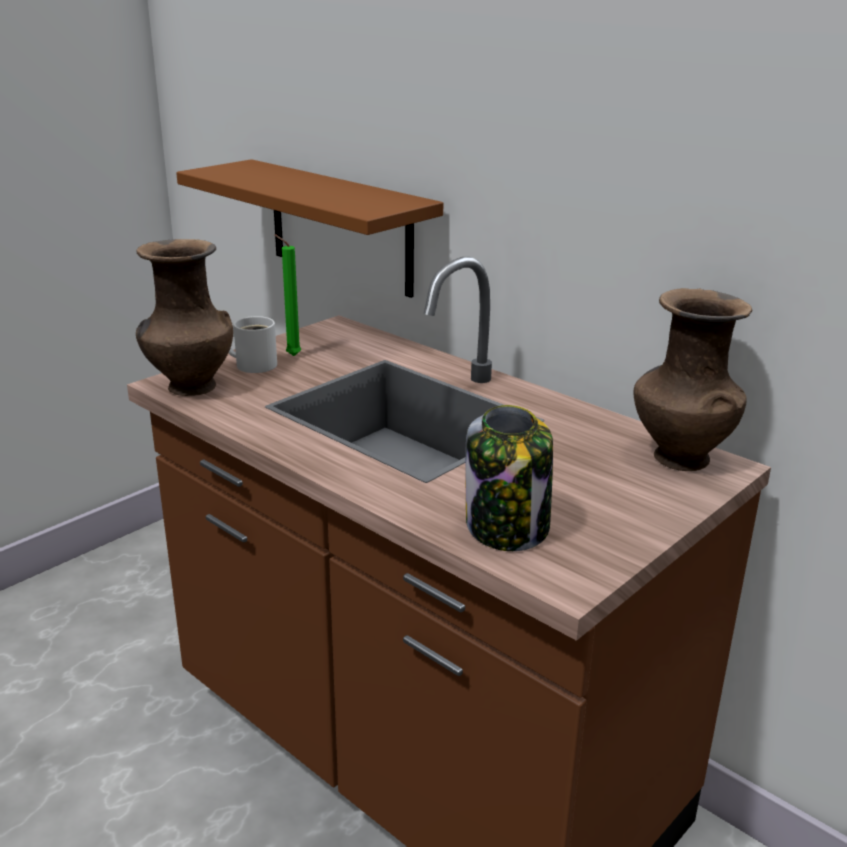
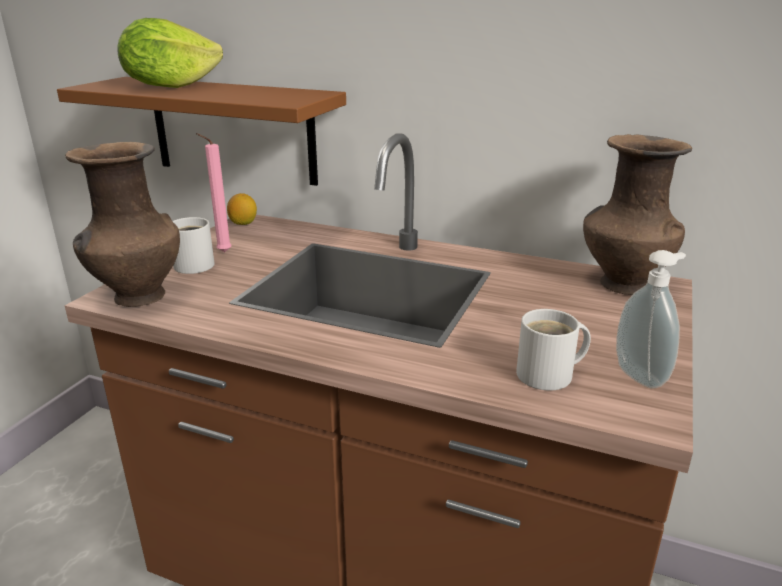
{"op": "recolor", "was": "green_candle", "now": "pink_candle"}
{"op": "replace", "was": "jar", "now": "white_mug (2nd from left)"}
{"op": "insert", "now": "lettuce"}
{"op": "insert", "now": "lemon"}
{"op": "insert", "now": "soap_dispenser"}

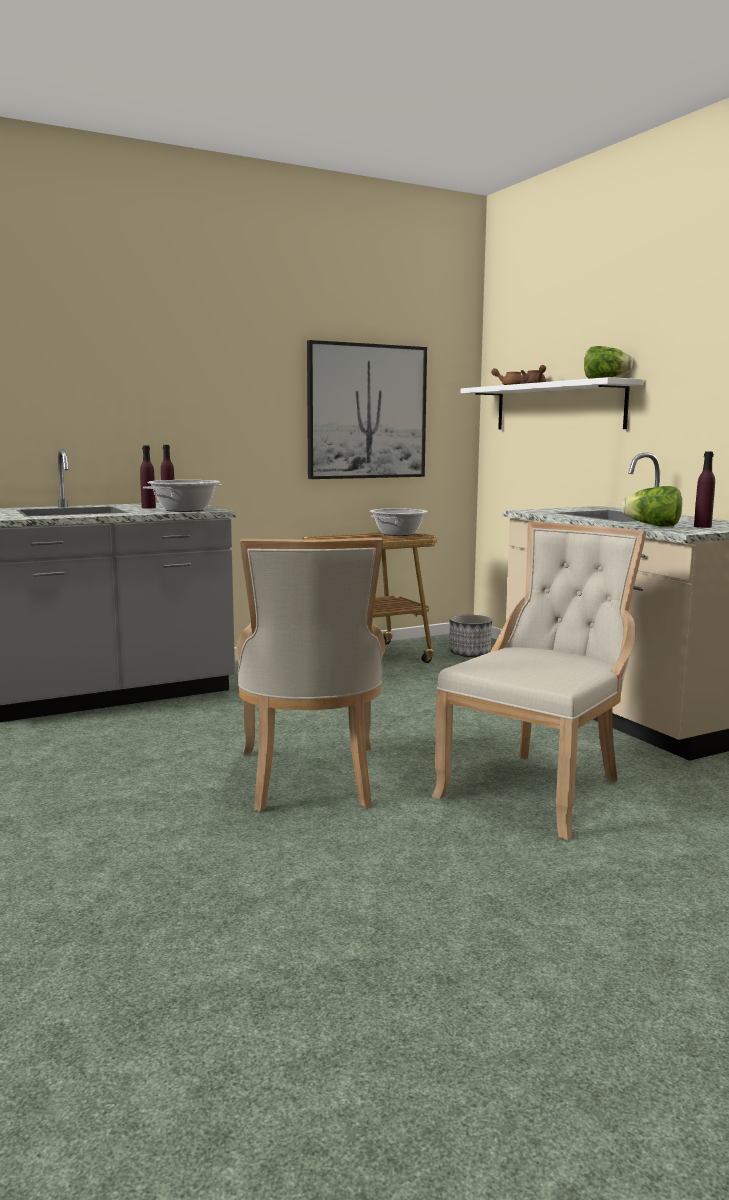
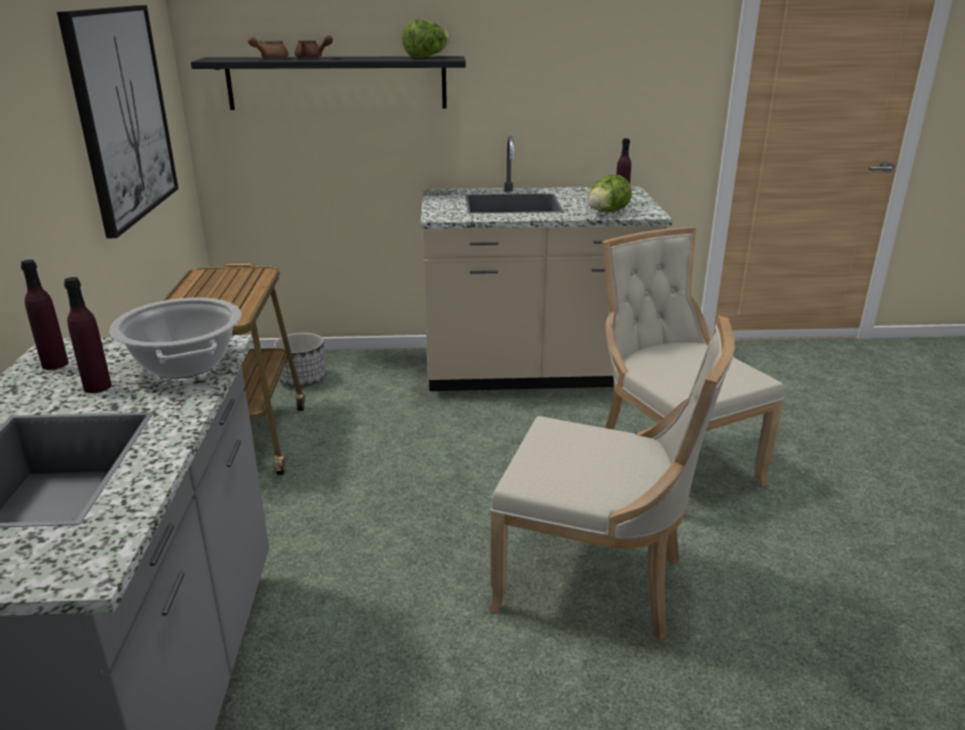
{"op": "recolor", "was": "white_shelf", "now": "black_shelf"}
{"op": "delete", "was": "cooking_pot (2nd from left)"}

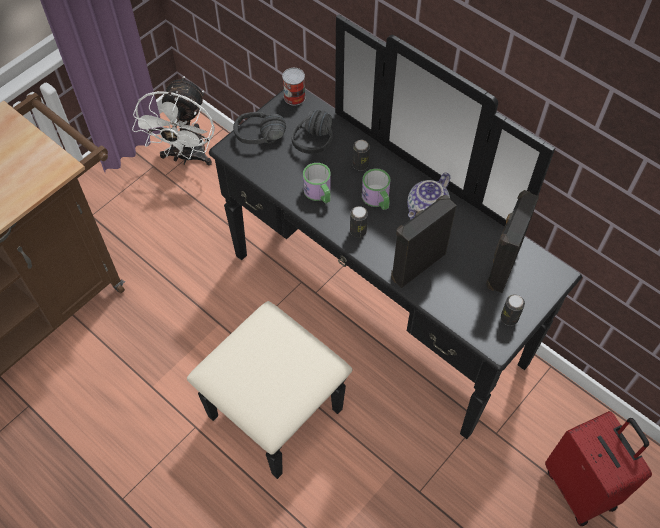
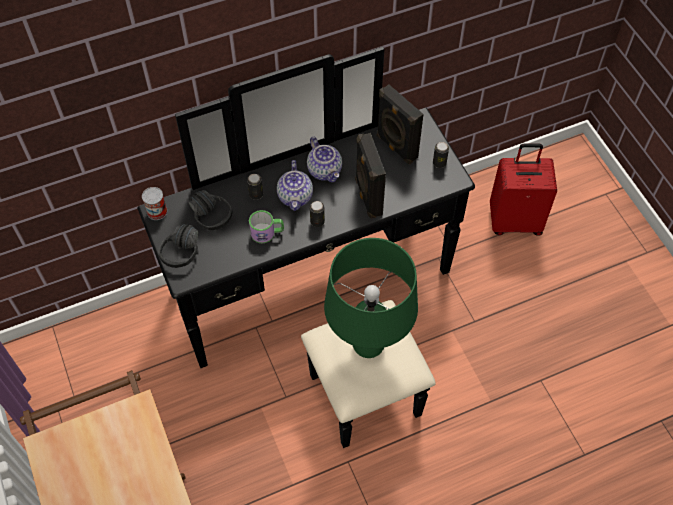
{"op": "delete", "was": "white_fan"}
{"op": "replace", "was": "mug (2nd from left)", "now": "teapot (1st from left)"}
{"op": "insert", "now": "green_table_lamp"}

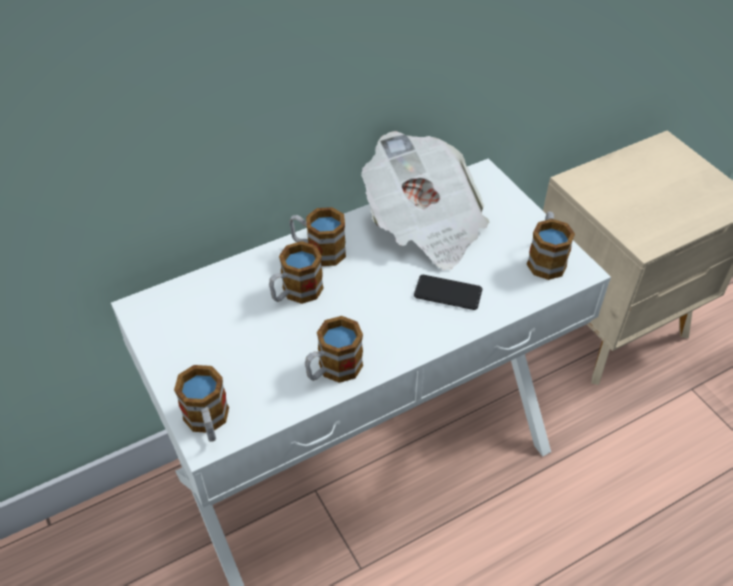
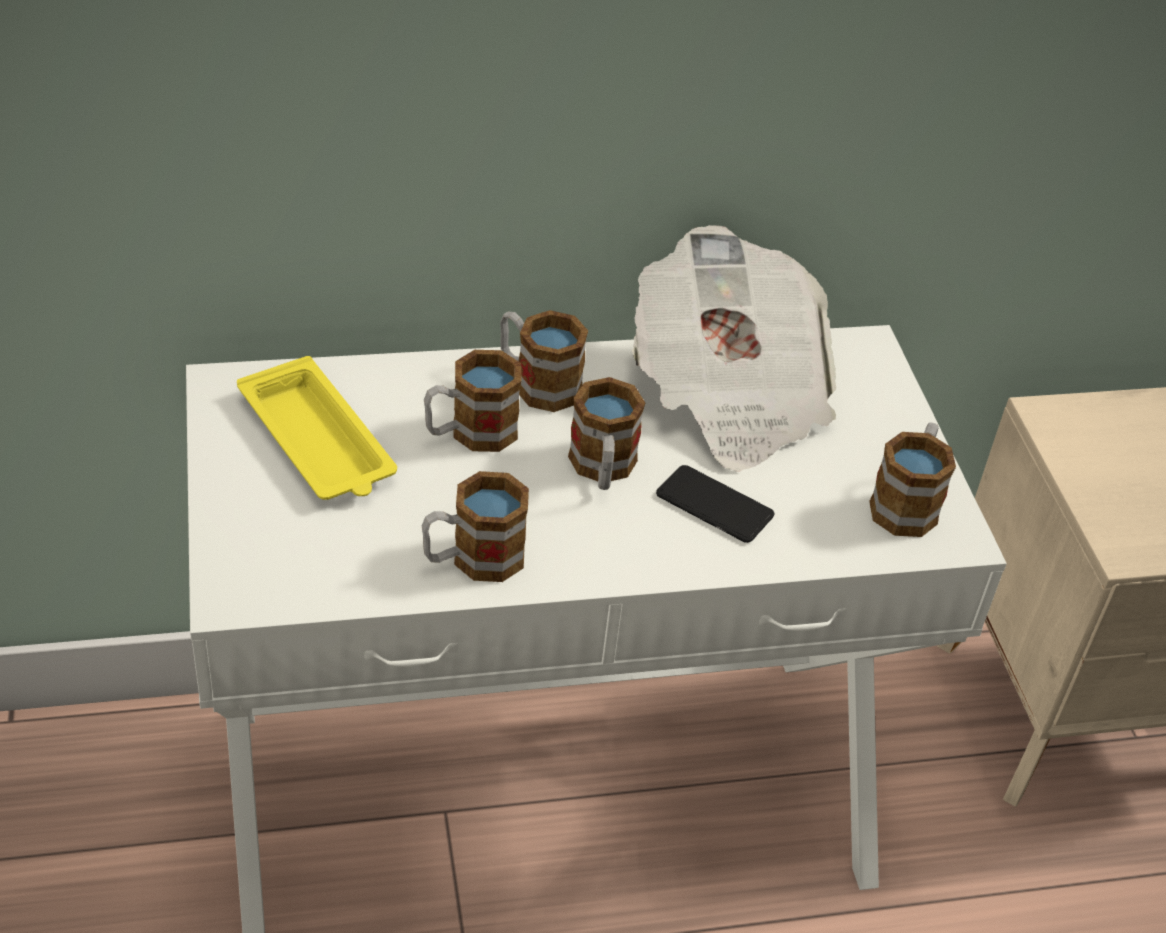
{"op": "move", "was": "mug (1st from left in the first image)", "now": "mug (4th from left)"}
{"op": "insert", "now": "yellow_tray"}

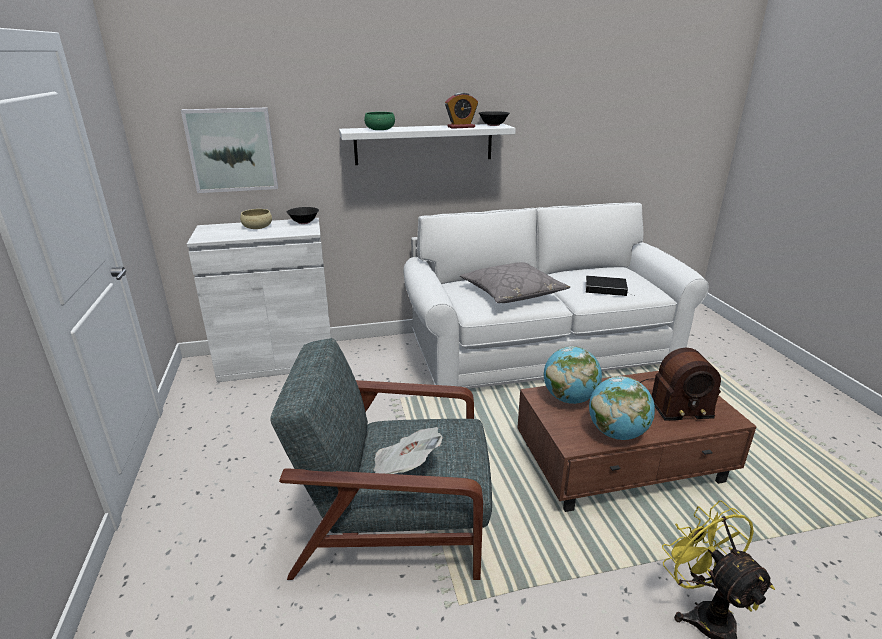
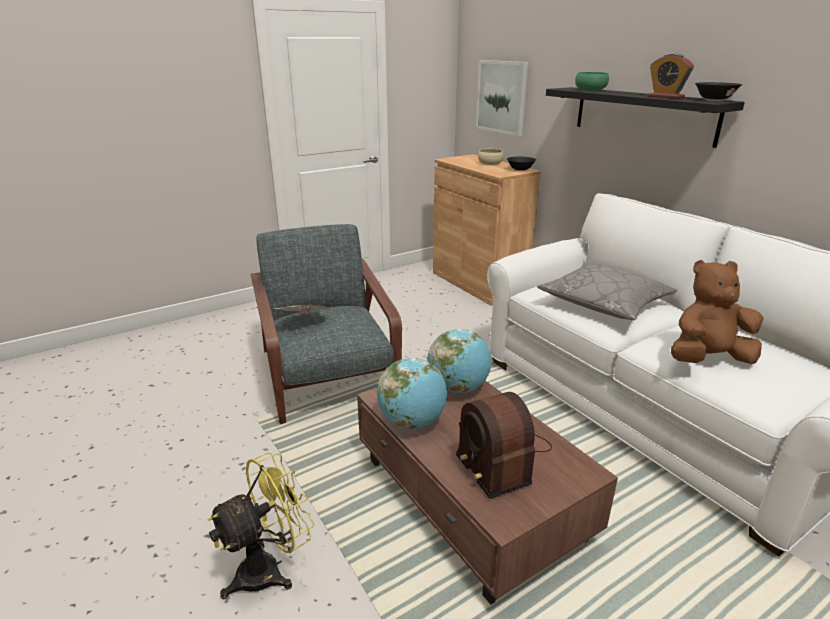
{"op": "recolor", "was": "white_shelf", "now": "black_shelf"}
{"op": "recolor", "was": "white_cabinet", "now": "brown_cabinet"}
{"op": "replace", "was": "book", "now": "brown_plush_toy"}

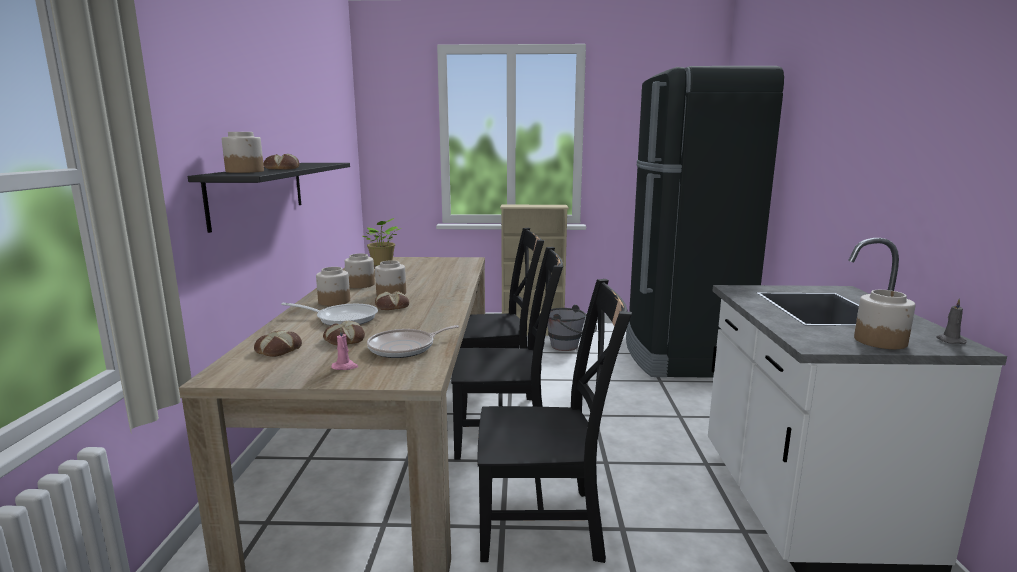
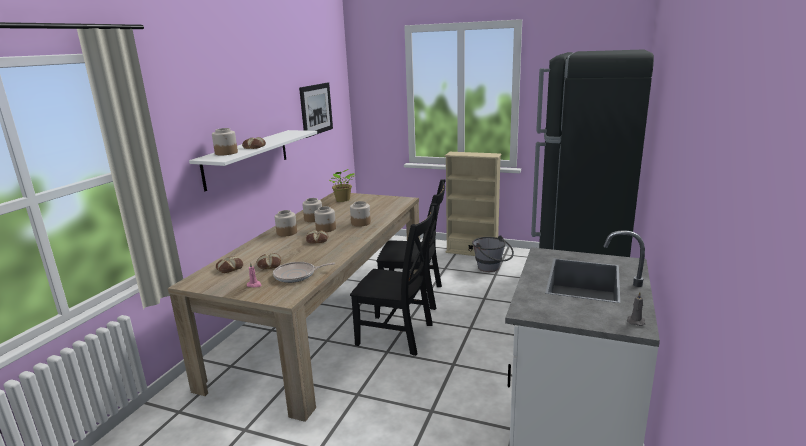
{"op": "recolor", "was": "black_shelf", "now": "white_shelf"}
{"op": "delete", "was": "black_chair (3rd from left)"}
{"op": "move", "was": "jar (5th from left)"}
{"op": "delete", "was": "frying_pan (1st from left)"}
{"op": "insert", "now": "picture"}

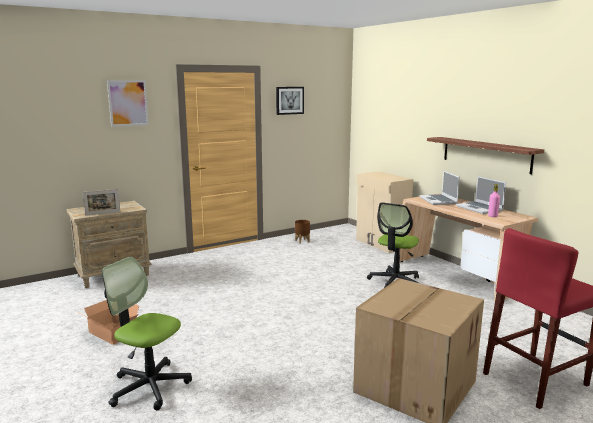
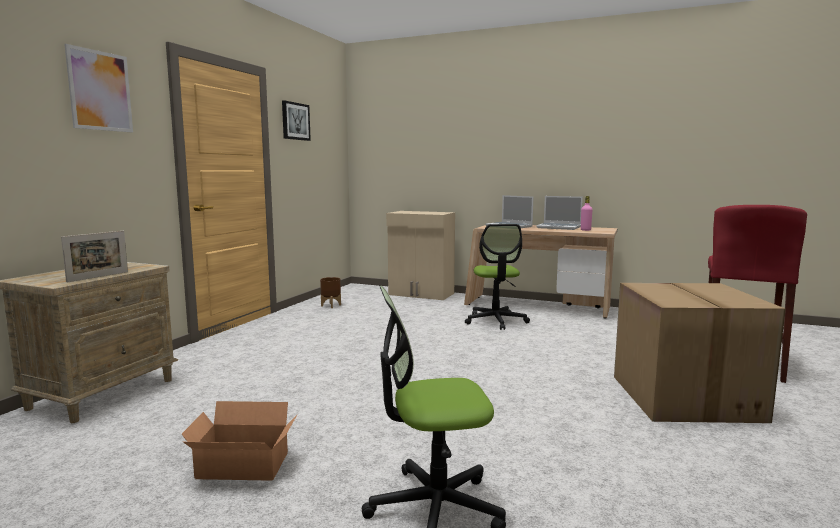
{"op": "delete", "was": "shelf"}

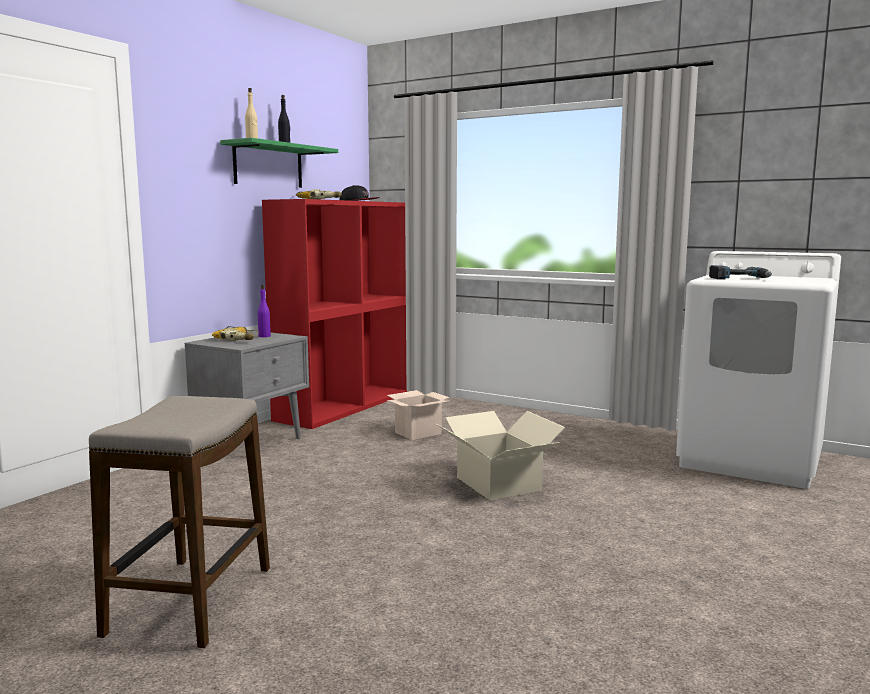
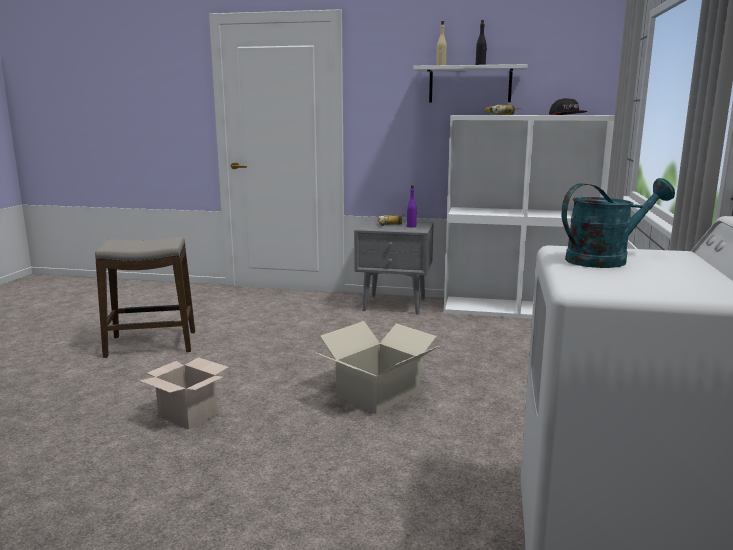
{"op": "recolor", "was": "green_shelf", "now": "white_shelf"}
{"op": "recolor", "was": "red_bookcase", "now": "white_bookcase"}
{"op": "replace", "was": "power_drill (3rd from left)", "now": "turquoise_watering_can"}
{"op": "move", "was": "cardboard_box (1st from left)"}

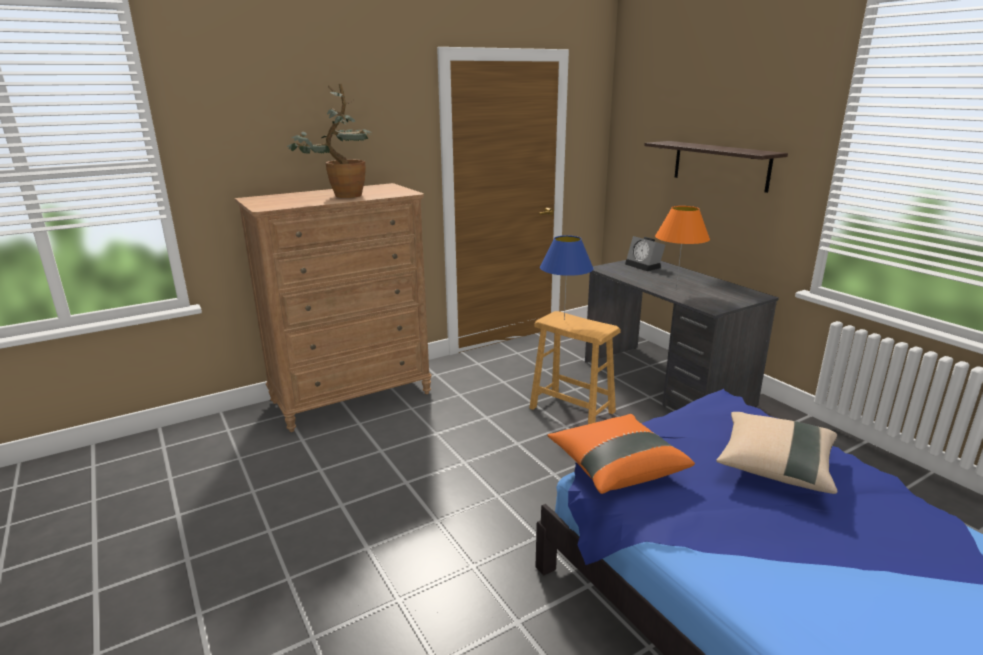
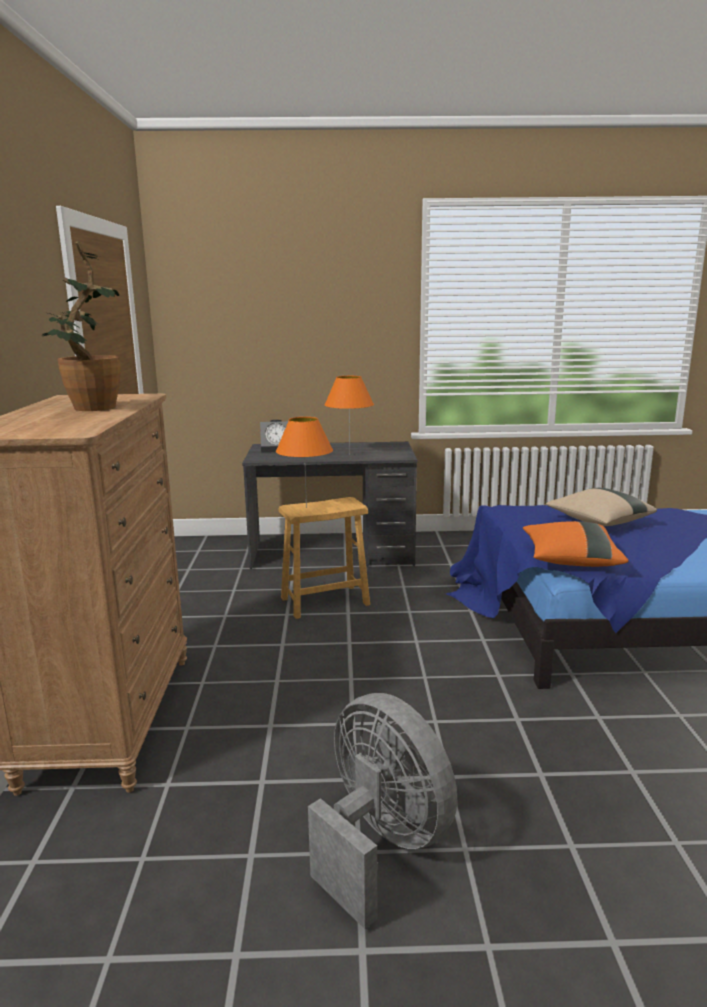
{"op": "delete", "was": "shelf"}
{"op": "recolor", "was": "blue_table_lamp", "now": "orange_table_lamp (1st from left)"}
{"op": "insert", "now": "grey_fan"}

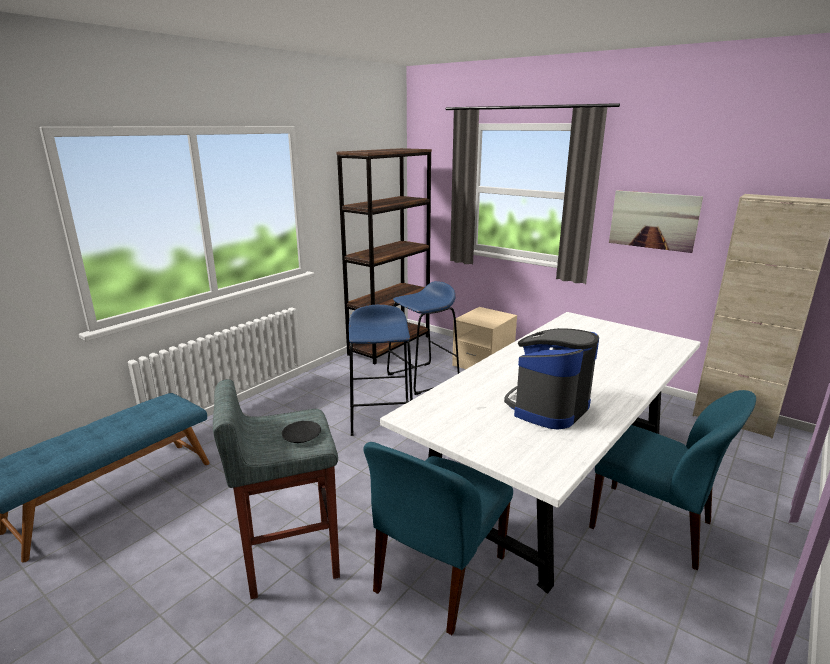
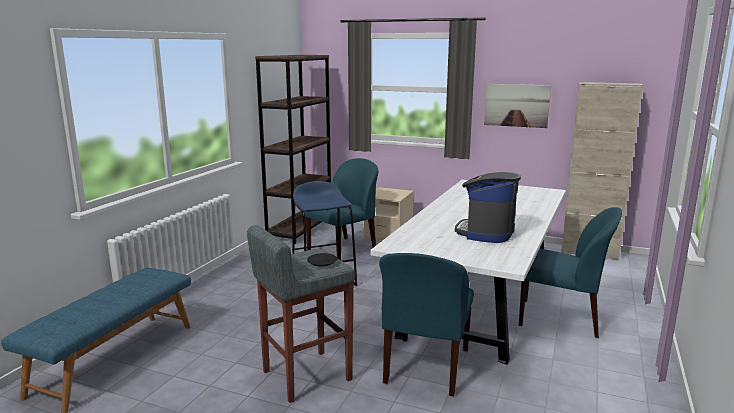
{"op": "replace", "was": "blue_stool (2nd from left)", "now": "blue_chair (1st from left)"}

